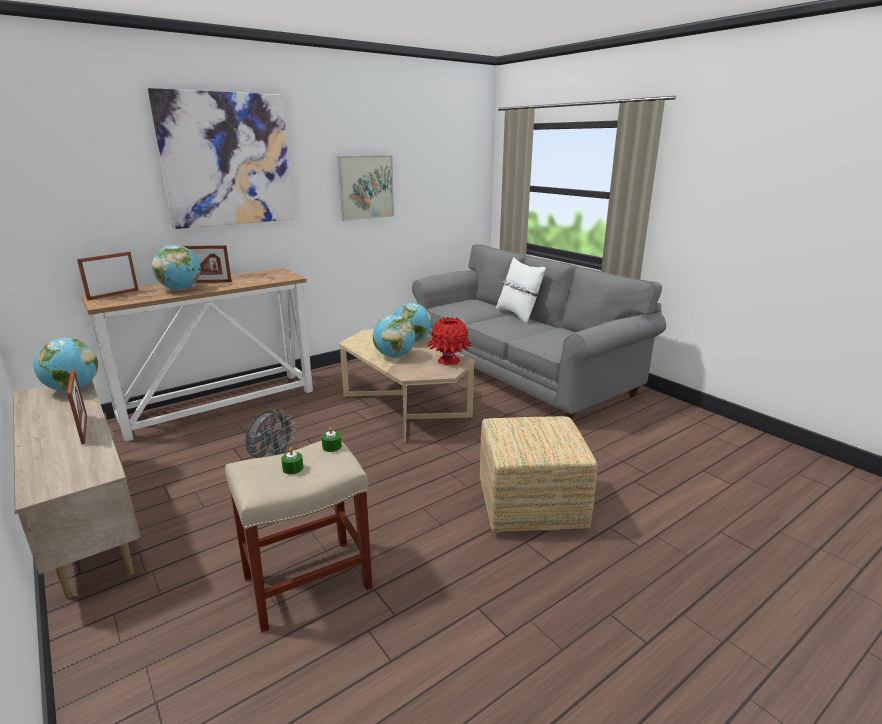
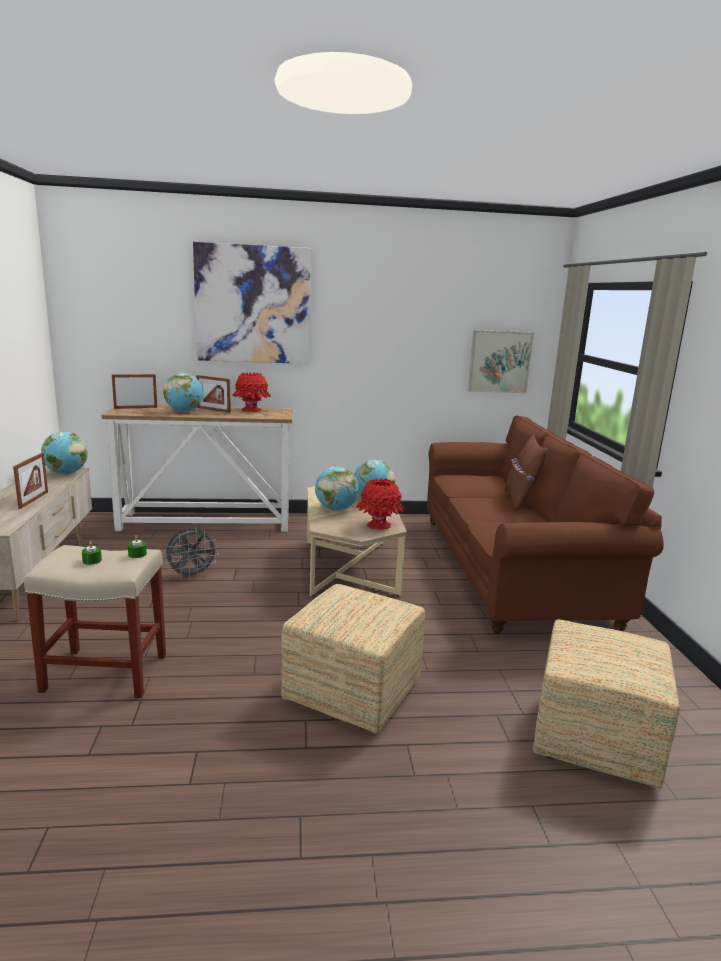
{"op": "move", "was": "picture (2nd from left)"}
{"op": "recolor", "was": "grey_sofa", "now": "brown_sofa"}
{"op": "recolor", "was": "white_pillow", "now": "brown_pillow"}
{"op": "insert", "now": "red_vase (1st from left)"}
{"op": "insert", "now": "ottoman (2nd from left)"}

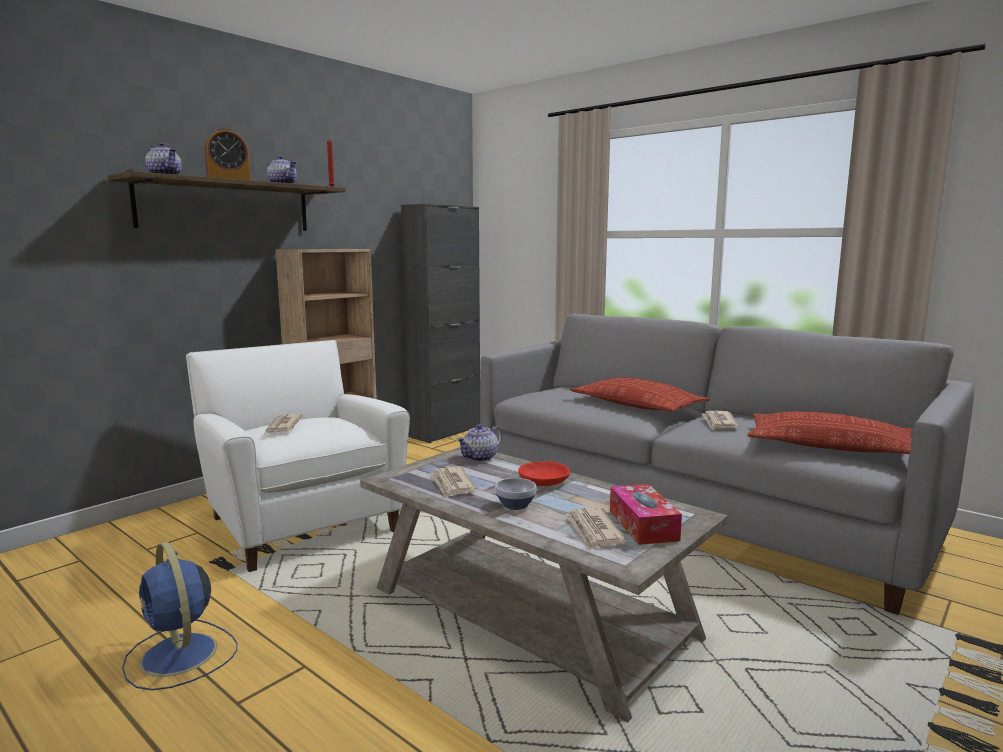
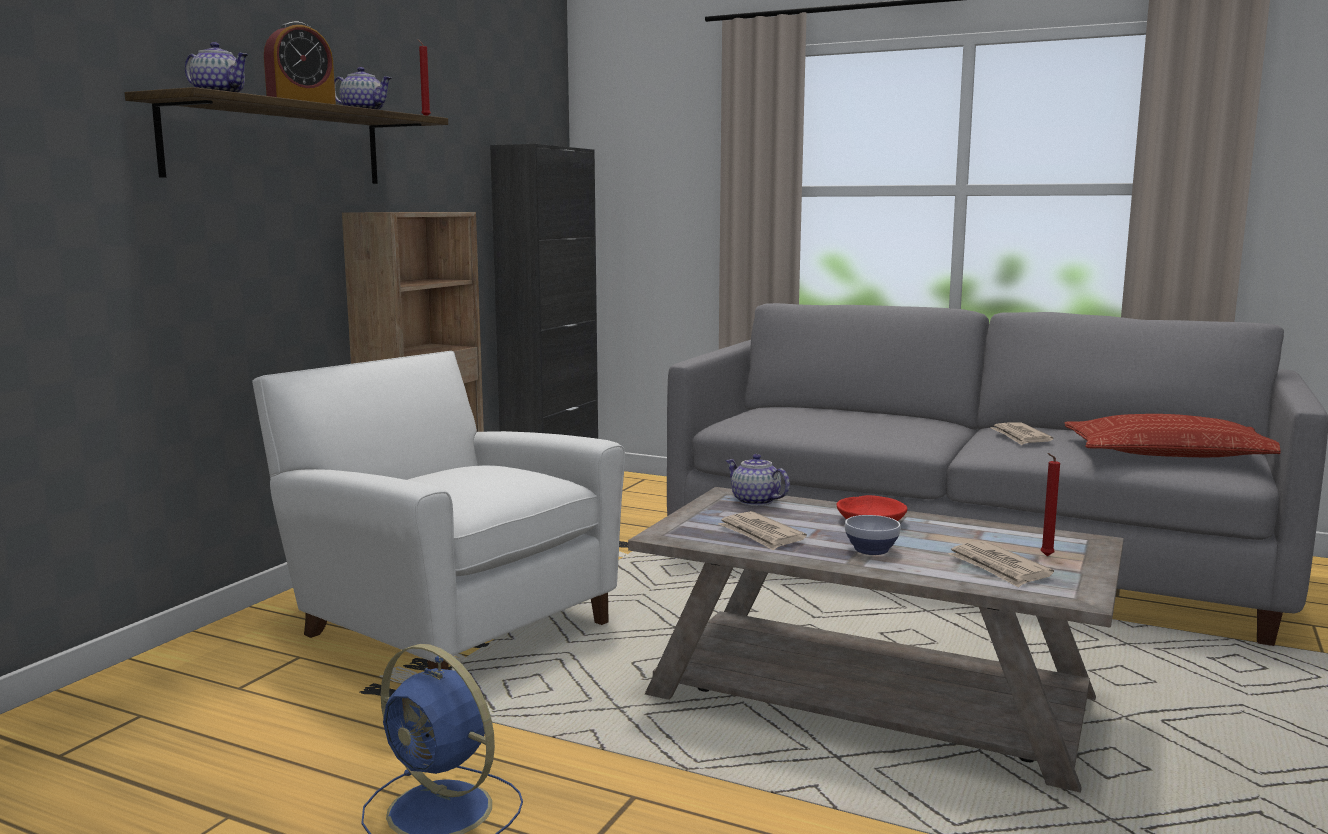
{"op": "delete", "was": "pillow (1st from left)"}
{"op": "delete", "was": "newspaper (1st from left)"}
{"op": "rotate", "was": "teapot (3rd from left)", "clockwise": 105}
{"op": "replace", "was": "tissue_box", "now": "red_candle (2nd from left)"}

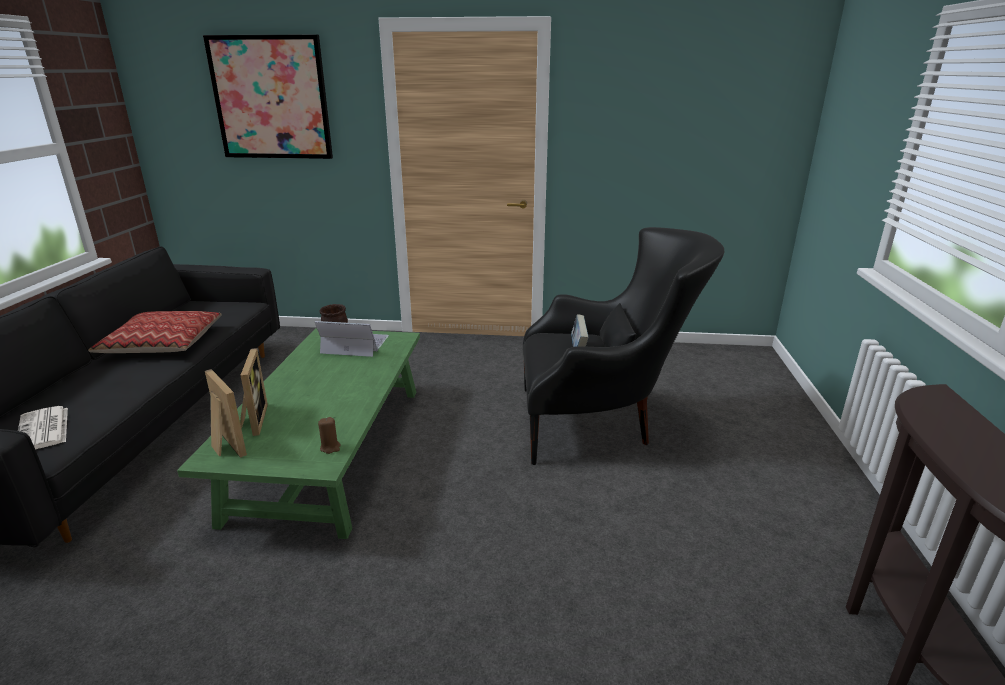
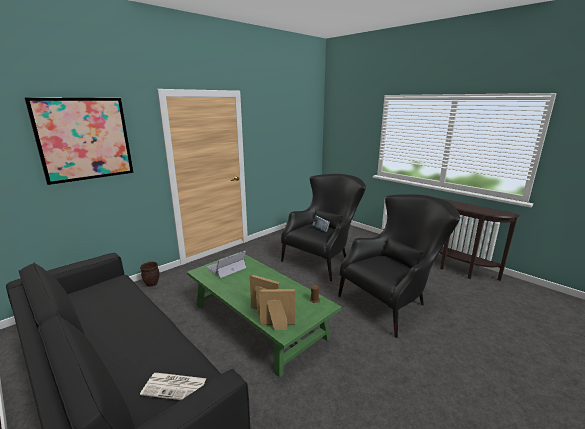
{"op": "delete", "was": "pillow"}
{"op": "insert", "now": "black_armchair (2nd from left)"}

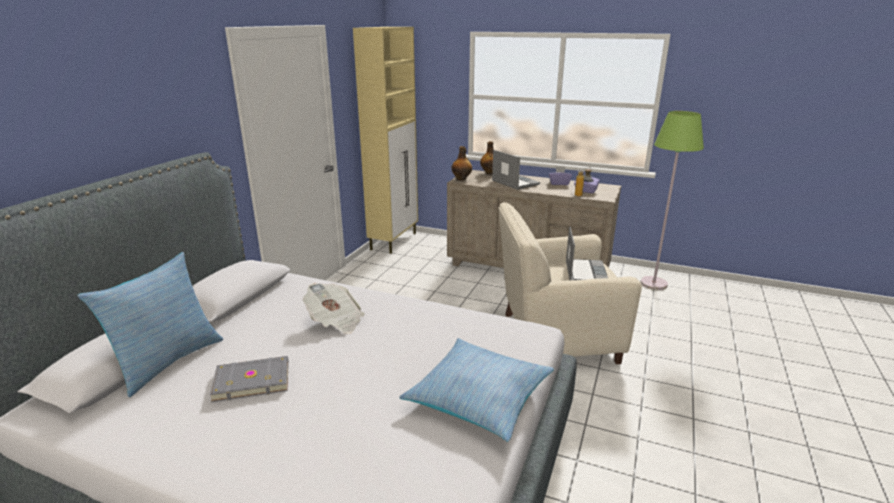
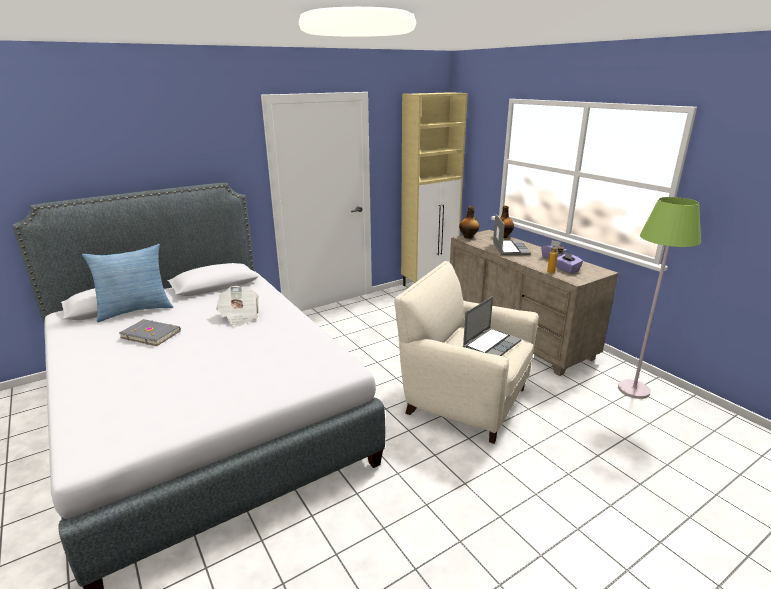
{"op": "delete", "was": "pillow (2nd from left)"}

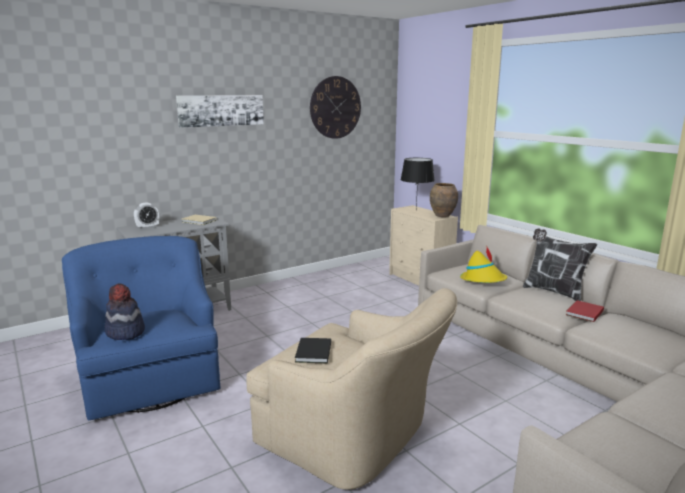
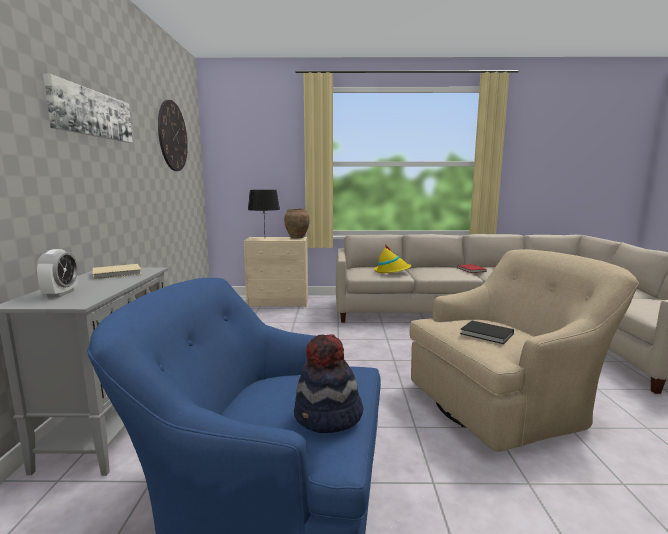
{"op": "delete", "was": "pillow"}

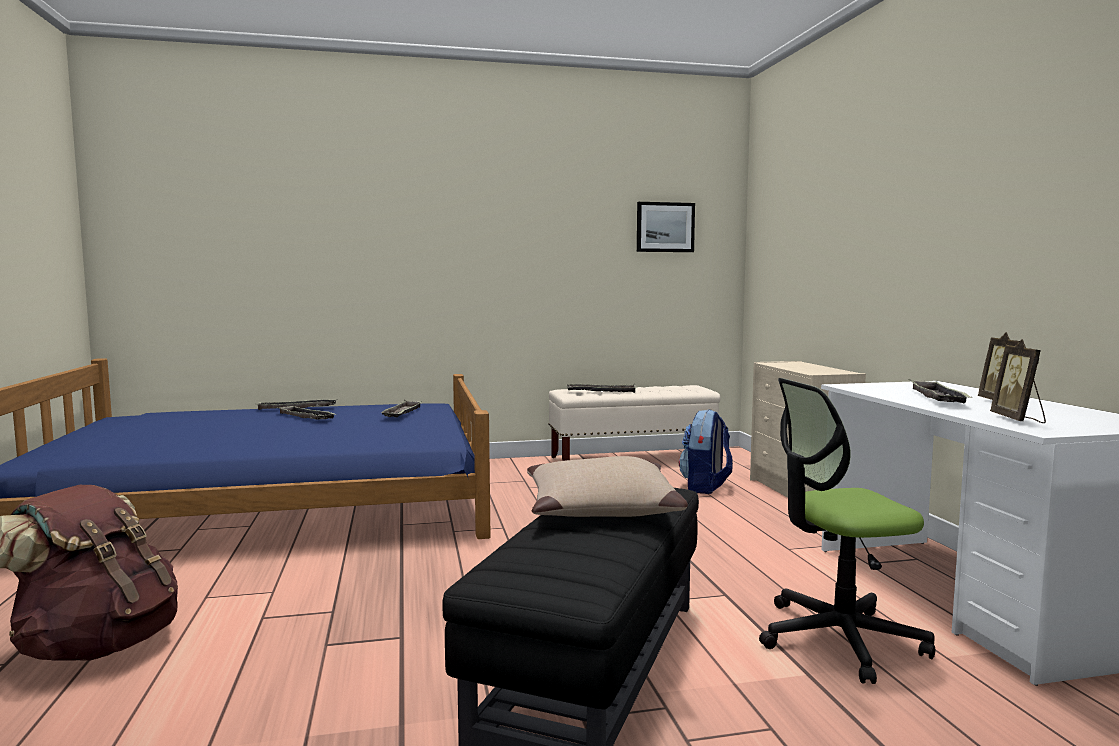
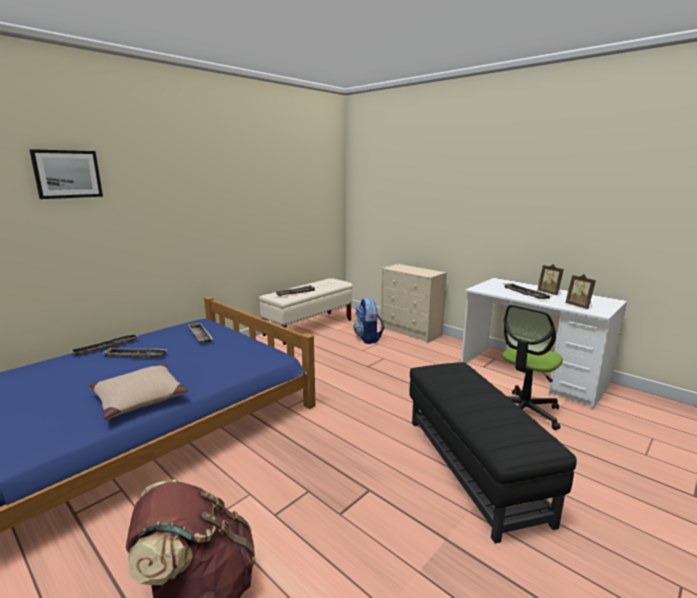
{"op": "move", "was": "picture"}
{"op": "move", "was": "beige_pillow"}

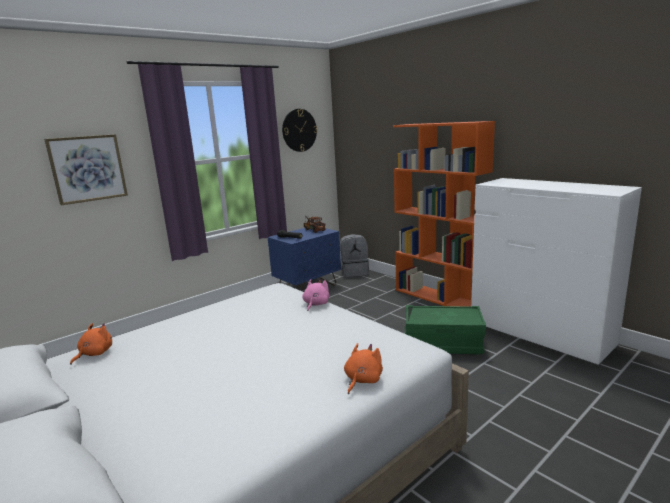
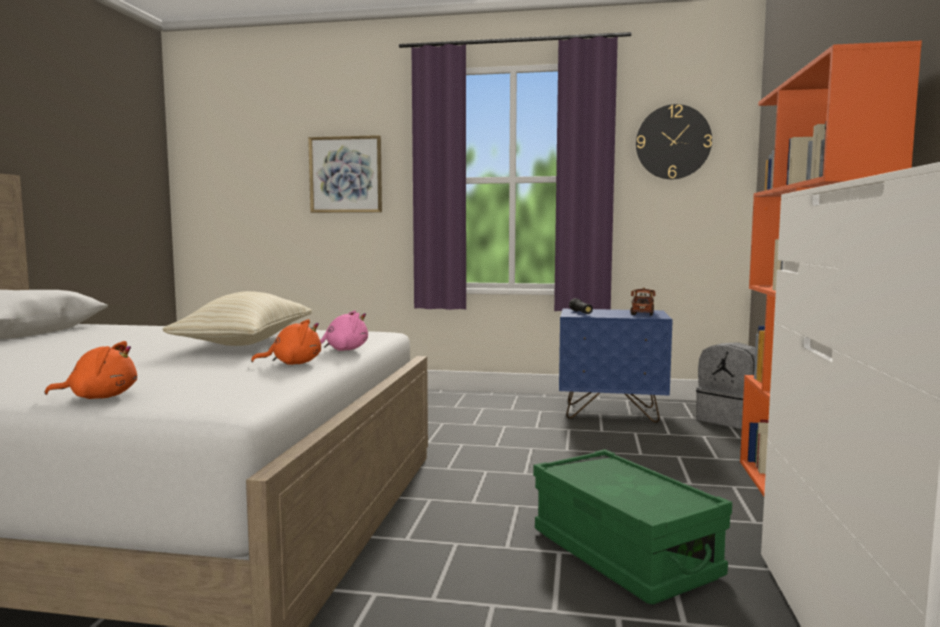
{"op": "move", "was": "orange_plush_toy (1st from left in the first image)", "now": "orange_plush_toy (2nd from left)"}
{"op": "insert", "now": "beige_pillow"}

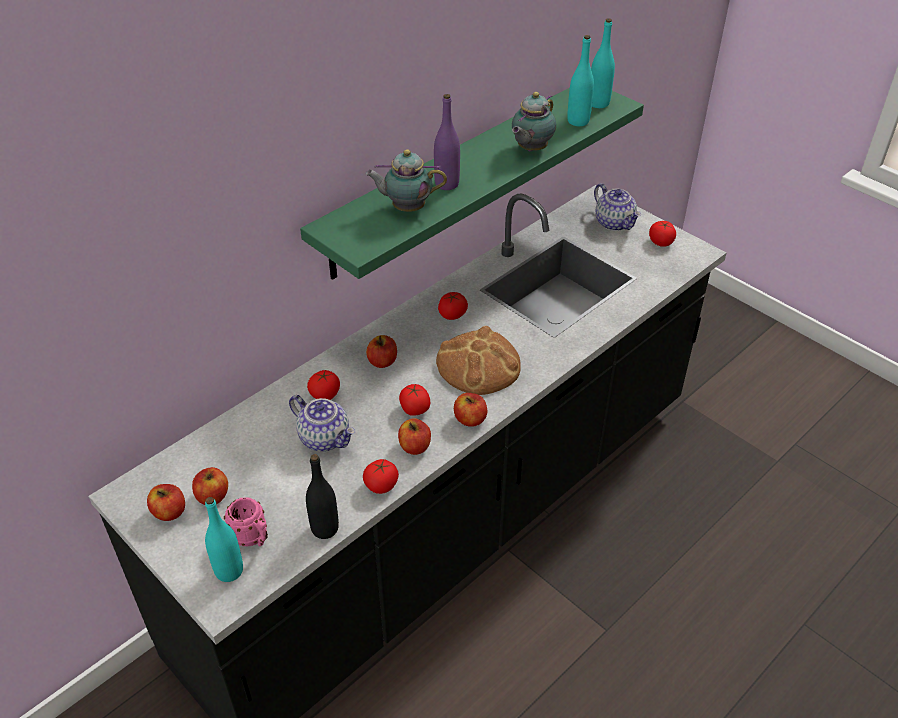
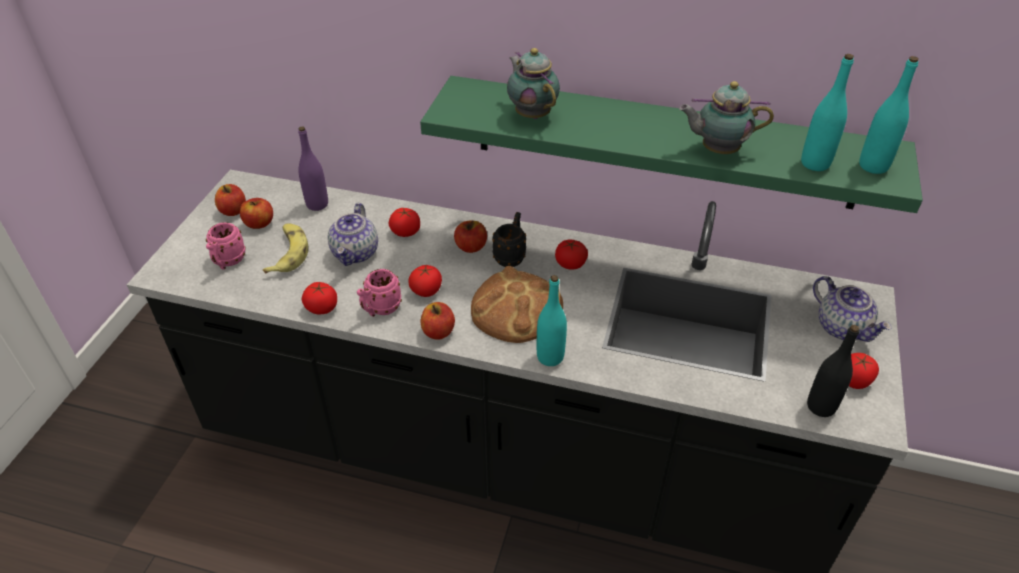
{"op": "move", "was": "purple_bottle"}
{"op": "rotate", "was": "teapot (4th from left)", "clockwise": -60}
{"op": "replace", "was": "apple (4th from left)", "now": "pink_mug (2nd from left)"}
{"op": "move", "was": "black_bottle"}
{"op": "move", "was": "turquoise_bottle (1st from left)"}
{"op": "insert", "now": "black_mug"}
{"op": "insert", "now": "banana"}

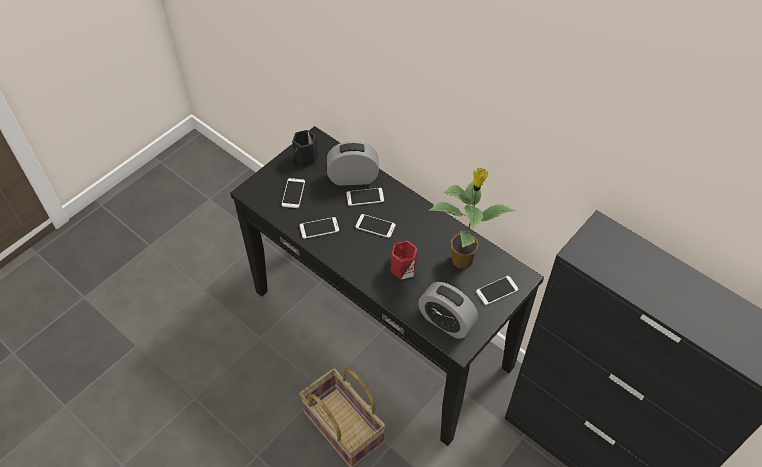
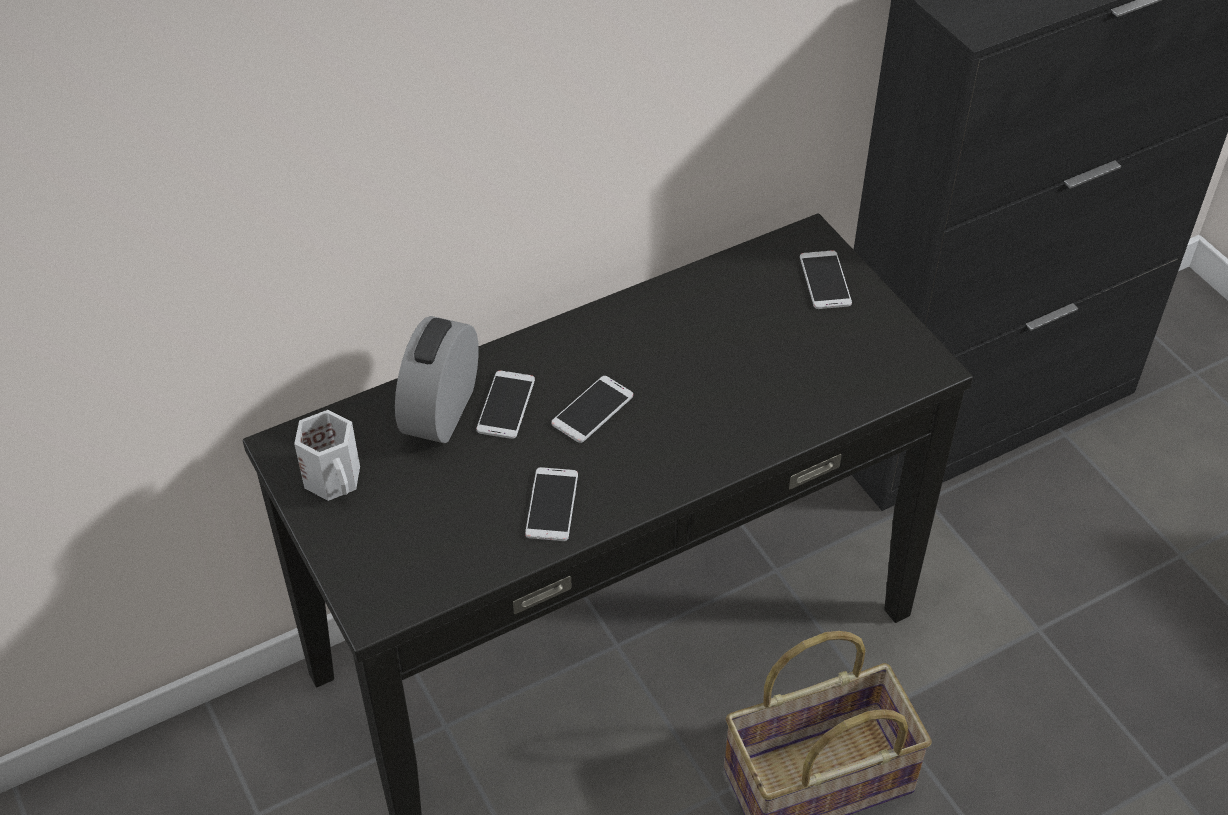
{"op": "recolor", "was": "black_mug", "now": "white_mug"}
{"op": "delete", "was": "potted_plant"}
{"op": "delete", "was": "phone (1st from left)"}
{"op": "delete", "was": "red_mug"}
{"op": "delete", "was": "alarm_clock (2nd from left)"}

